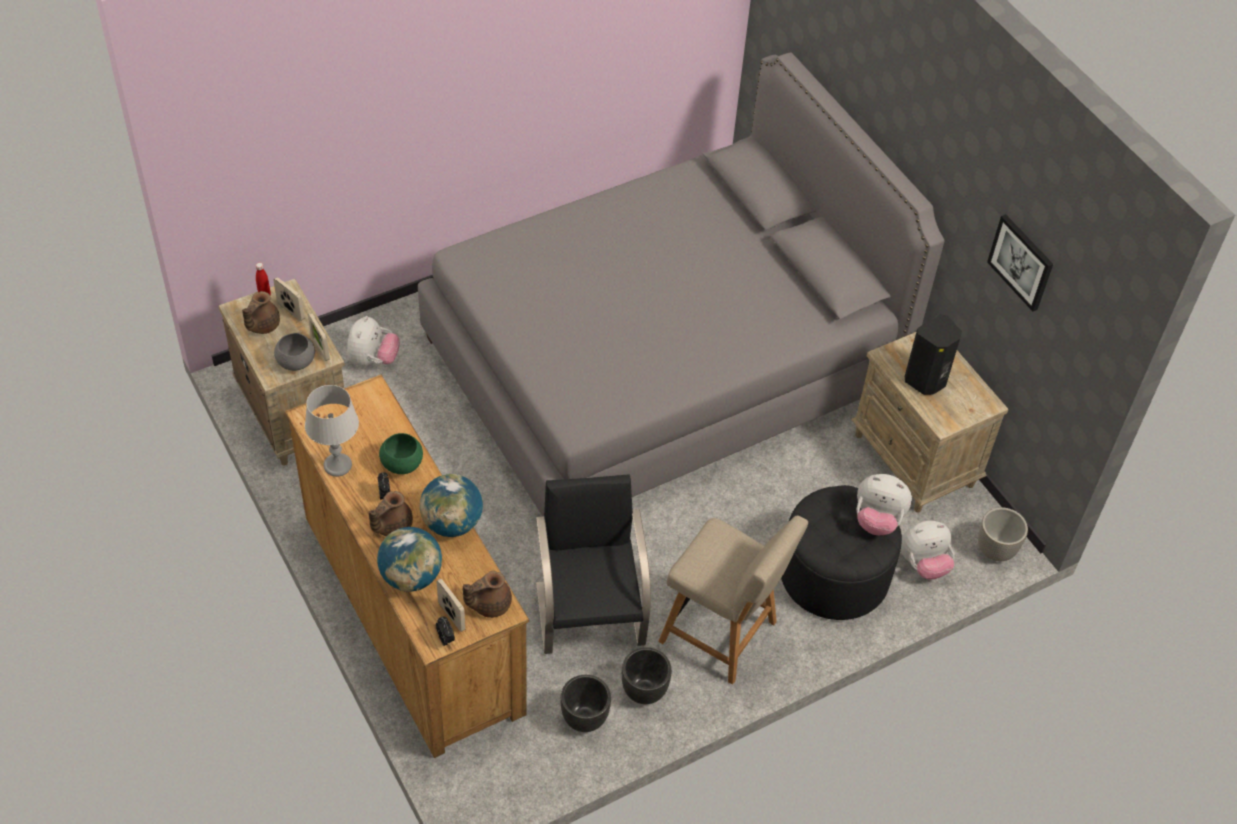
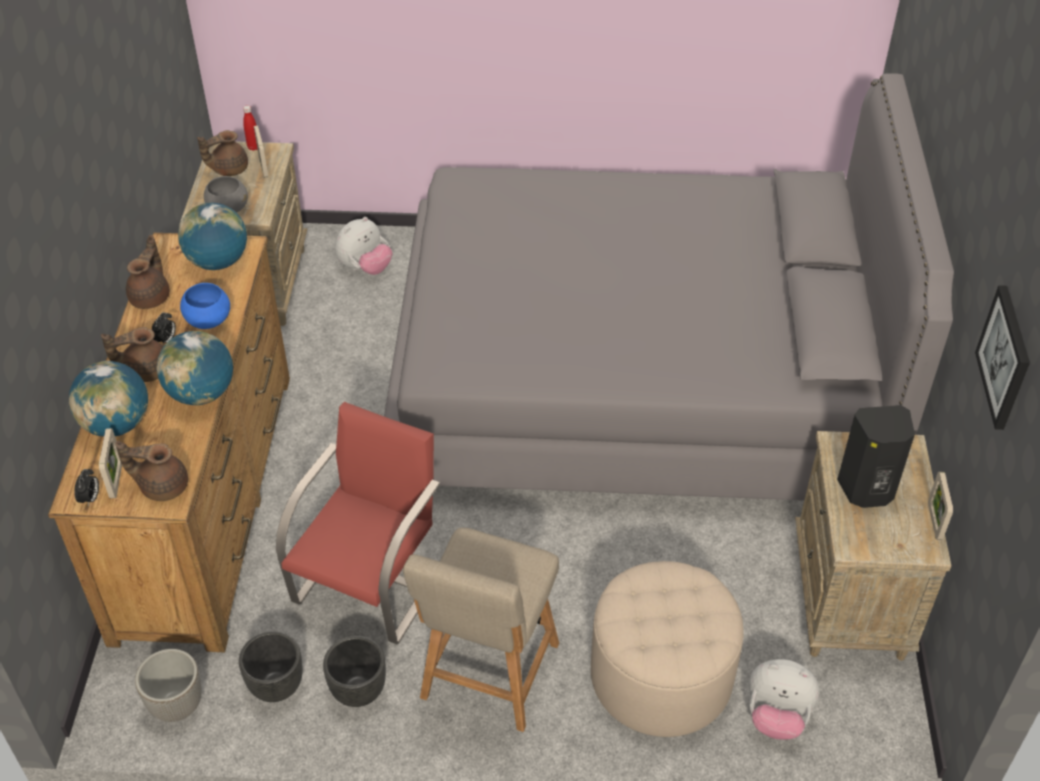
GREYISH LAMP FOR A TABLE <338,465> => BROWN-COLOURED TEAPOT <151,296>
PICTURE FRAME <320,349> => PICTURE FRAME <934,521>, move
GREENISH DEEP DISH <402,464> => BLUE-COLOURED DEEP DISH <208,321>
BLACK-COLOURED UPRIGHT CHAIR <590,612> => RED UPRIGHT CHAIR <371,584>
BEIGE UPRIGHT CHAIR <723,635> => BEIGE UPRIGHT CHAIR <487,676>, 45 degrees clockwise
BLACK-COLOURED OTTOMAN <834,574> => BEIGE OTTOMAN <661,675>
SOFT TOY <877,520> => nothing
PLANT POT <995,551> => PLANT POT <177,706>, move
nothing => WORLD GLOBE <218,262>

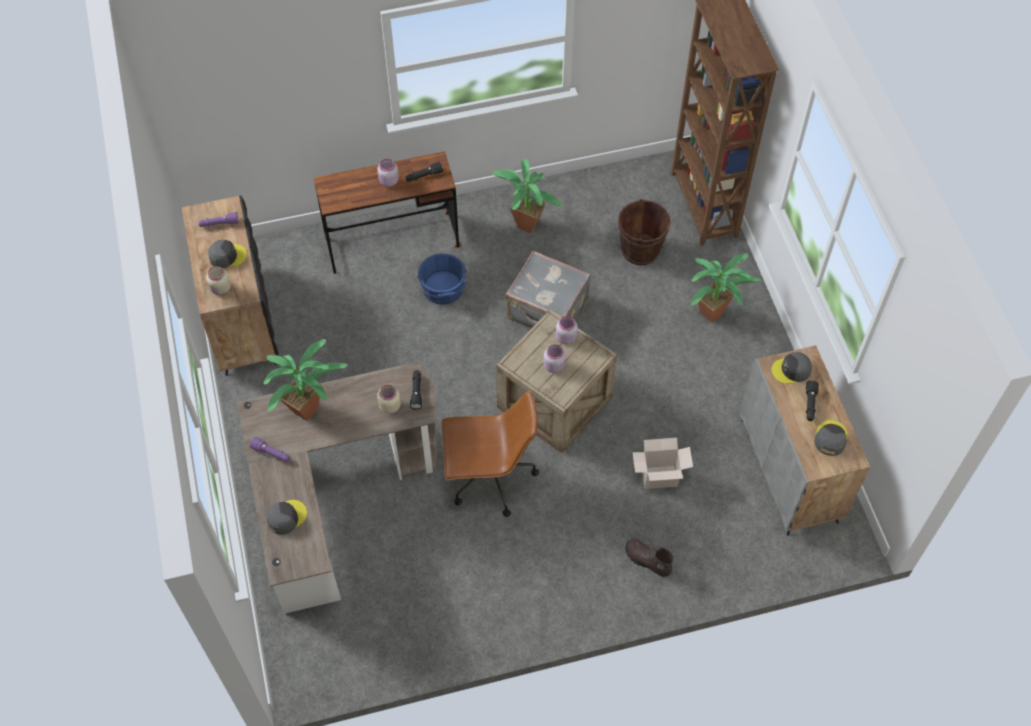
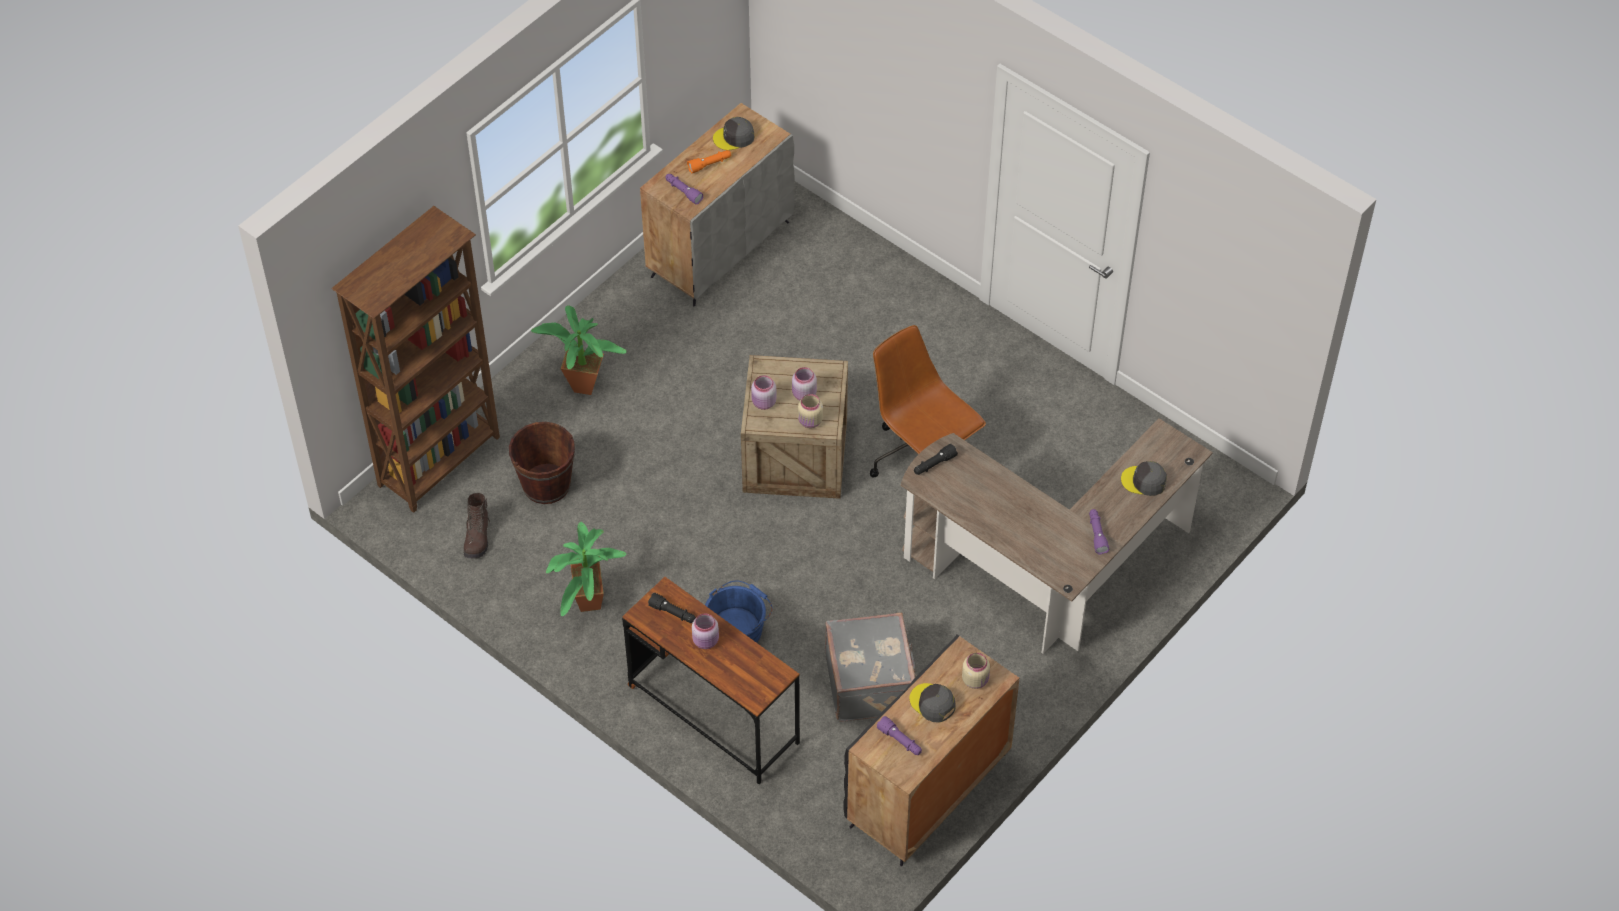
HOUSEPLANT <310,408> => nothing
BEIGE STORAGE JAR <389,406> => BEIGE STORAGE JAR <810,421>, move
GREYISH PIECE OF LUGGAGE <547,311> => GREYISH PIECE OF LUGGAGE <871,682>, move
BROWN-COLOURED BOOT <647,561> => BROWN-COLOURED BOOT <477,537>, move
CARDBOARD BOX <658,478> => nothing
GREYISH BASEBALL CAP <791,370> => PURPLISH TORCH <683,191>
BLACK-COLOURED TORCH <810,404> => ORANGE-COLOURED TORCH <710,164>

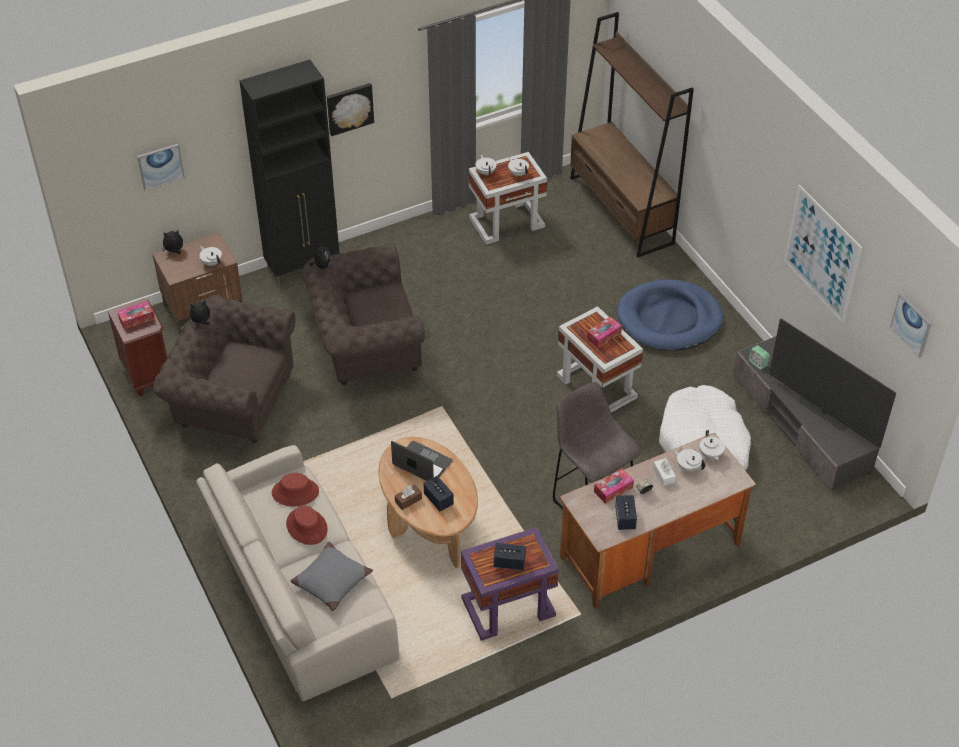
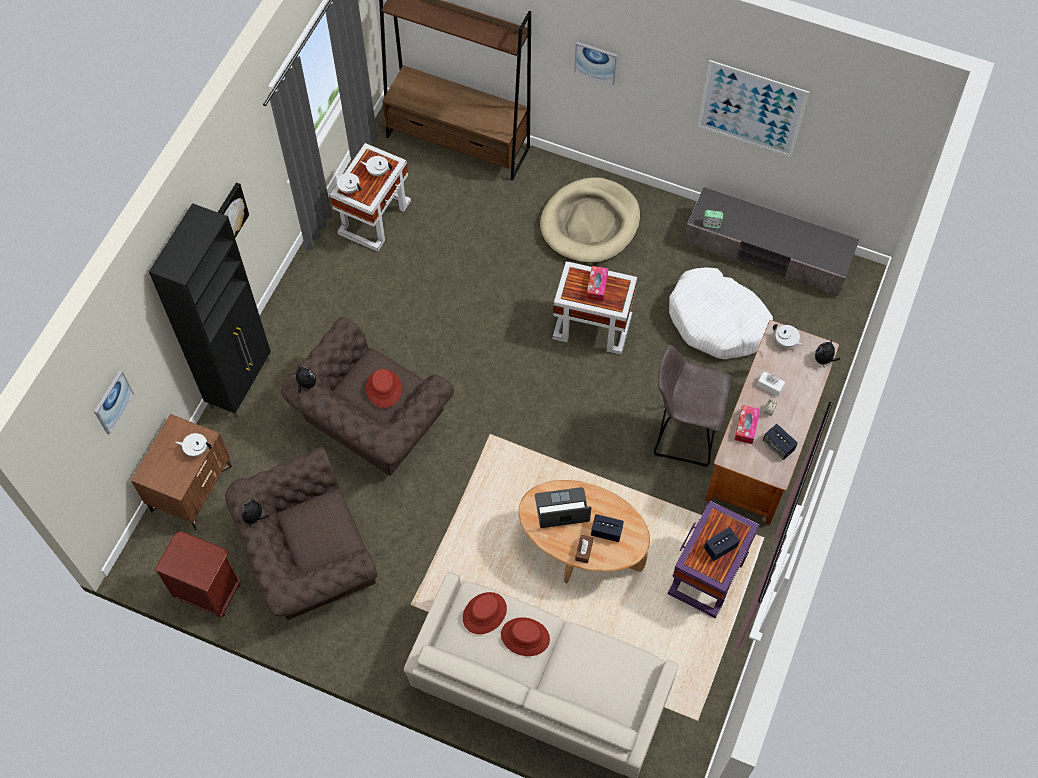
TISSUE HOLDER <136,319> => nothing
SOFT TOY <174,251> => SOFT TOY <824,360>, move
GREYISH CUSHION <331,581> => nothing
BLUE-COLOURED DOG BED <669,319> => BEIGE DOG BED <590,223>
WHITE-COLOURED TEAPOT <688,467> => nothing
TV SET <823,413> => nothing
PICTURE <911,324> => PICTURE <596,62>, move
nothing => RED CLOTHING HAT <383,389>

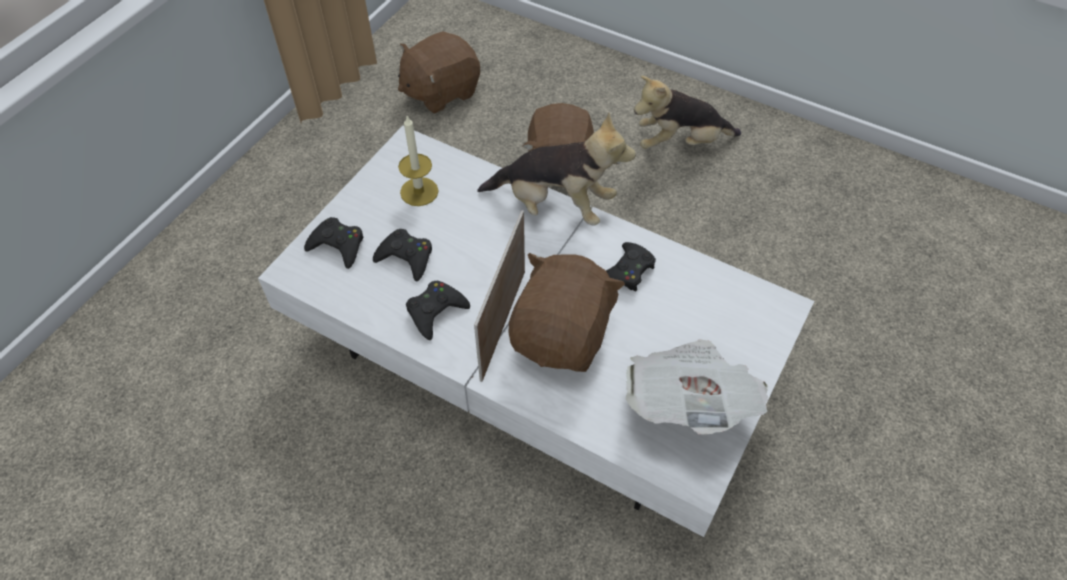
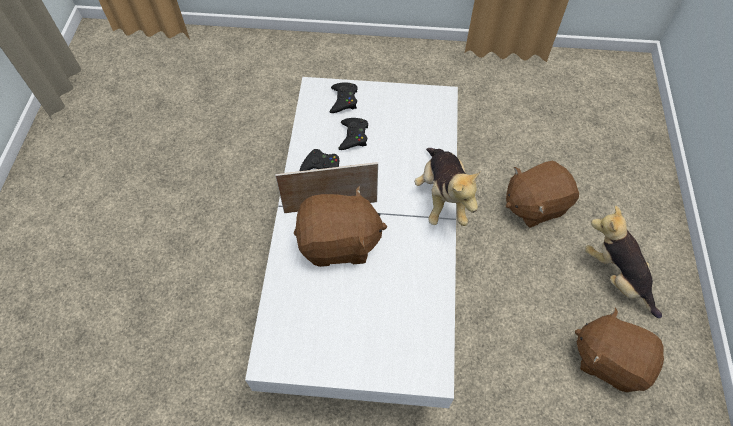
BROWN-COLOURED SOFT TOY <440,91> => BROWN-COLOURED SOFT TOY <609,359>, move
WAX LIGHT <419,191> => nothing
BLACK-COLOURED JOYPAD <627,271> => nothing
NEWSPAPER <688,401> => nothing

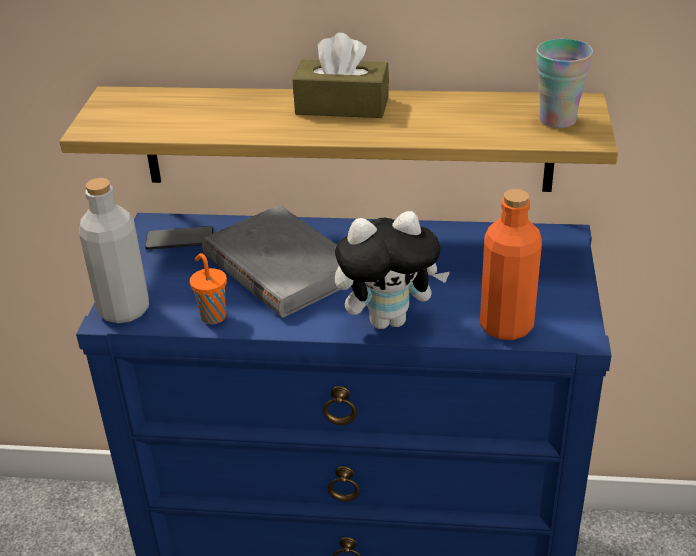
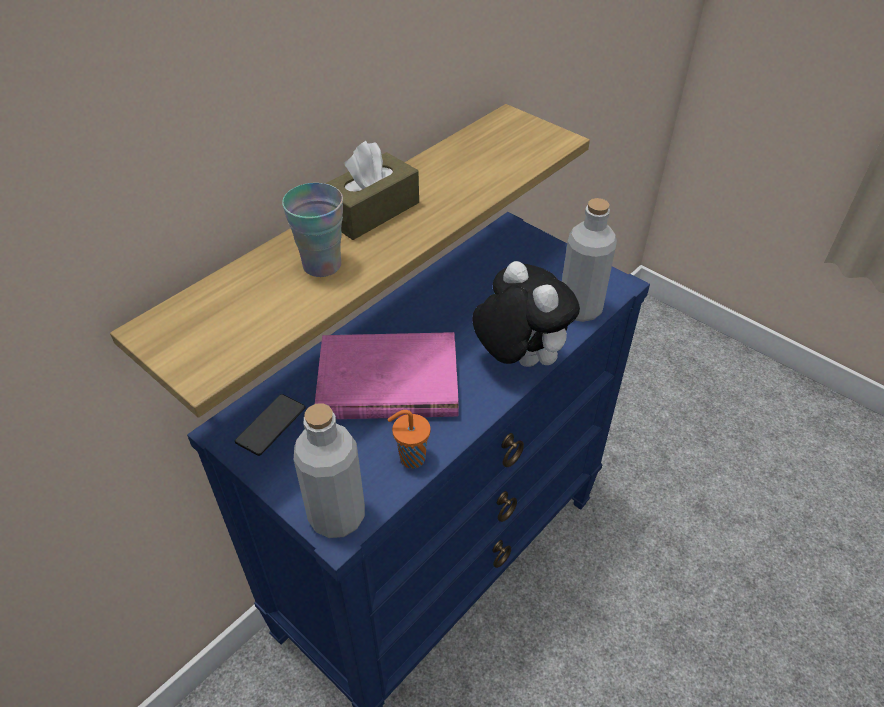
GREYISH BOOK <280,267> => PINK BOOK <387,383>
SOFT TOY <389,319> => SOFT TOY <518,359>, 60 degrees counterclockwise
ORANGE-COLOURED BOTTLE <506,326> => GREYISH BOTTLE <580,308>
DRINKING CUP <557,120> => DRINKING CUP <322,265>, move

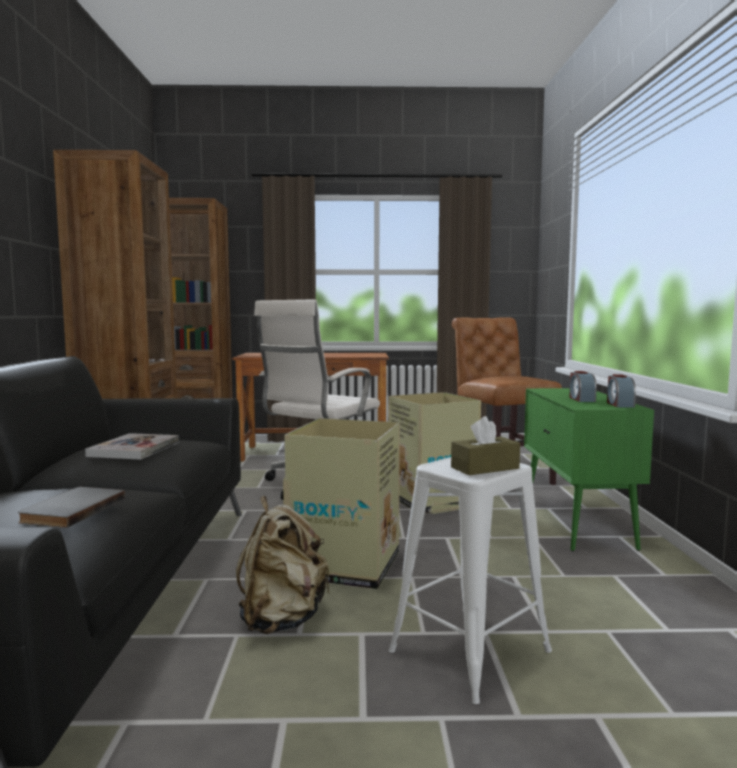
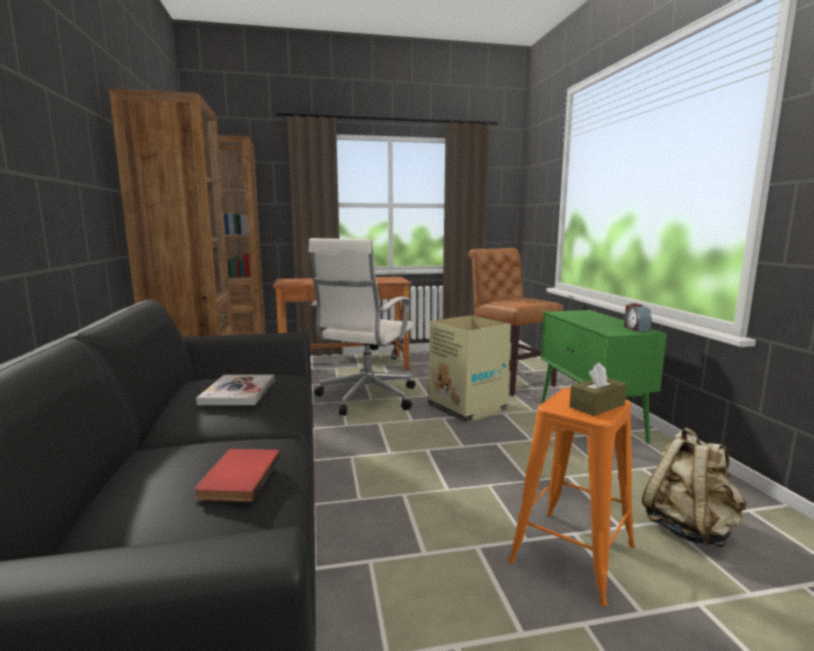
GREYISH BOOK <71,510> => RED BOOK <237,477>
BEIGE RUCKSACK <282,620> => BEIGE RUCKSACK <689,528>, move
CARDBOARD BOX <346,565> => nothing
WHITE-COLOURED SITTING STOOL <469,651> => ORANGE-COLOURED SITTING STOOL <572,553>
ALARM CLOCK <581,399> => nothing

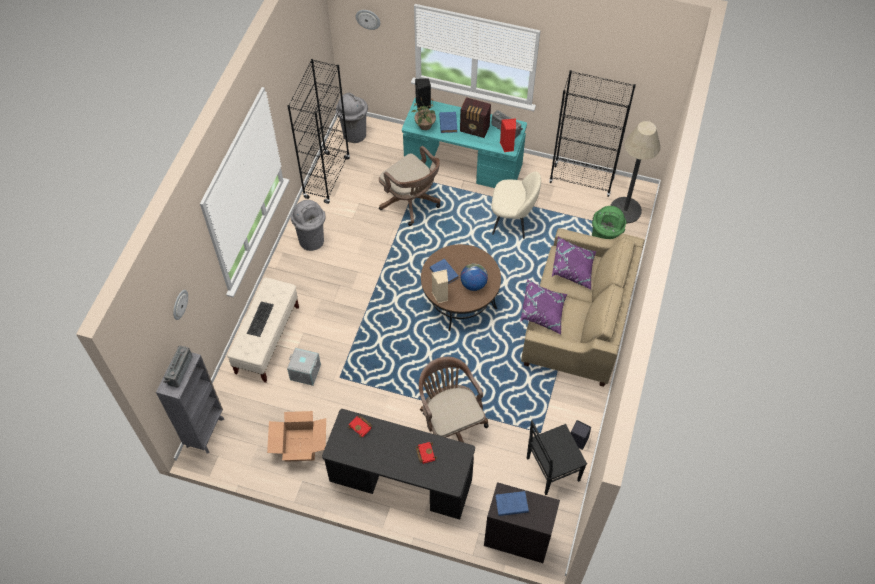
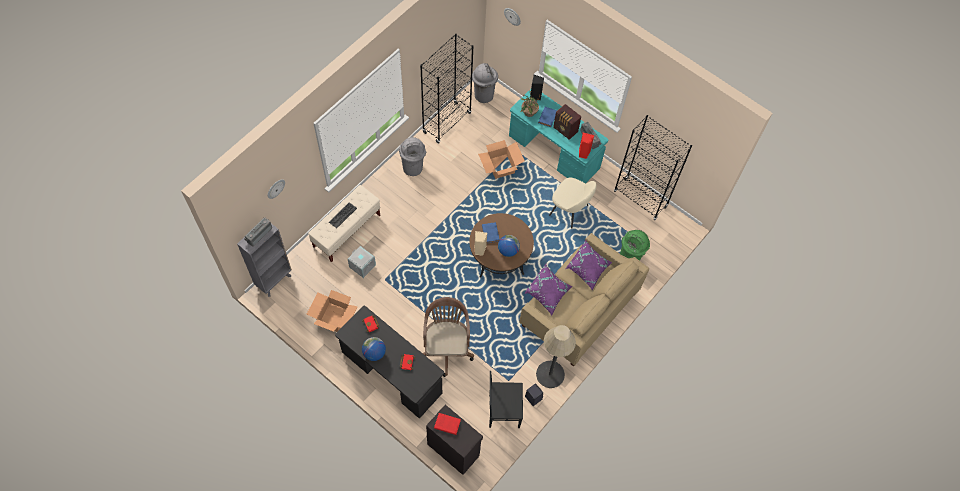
BROWN-COLOURED COMPUTER CHAIR <411,203> => CARDBOARD BOX <500,166>
BLUE-COLOURED BOOK <510,504> => RED BOOK <446,424>
FLOOR LAMP <625,210> => FLOOR LAMP <550,374>, move
nothing => WORLD GLOBE <374,353>

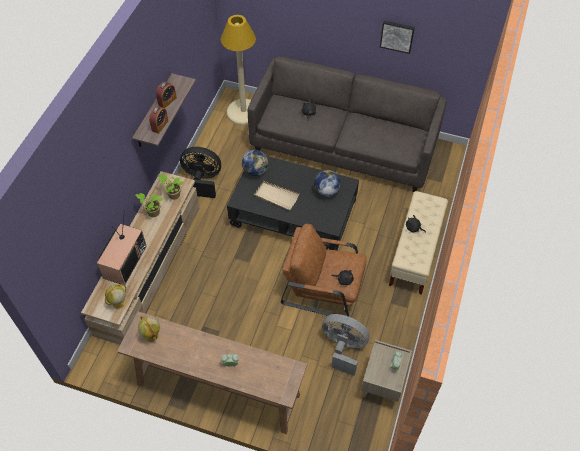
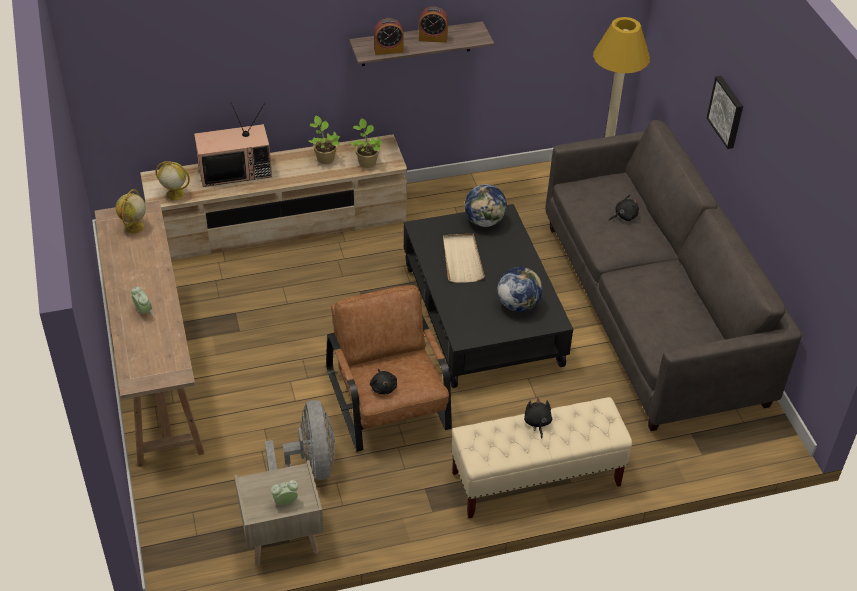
BLACK-COLOURED FAN <203,180> => nothing
PICTURE <397,36> => PICTURE <727,111>, move

